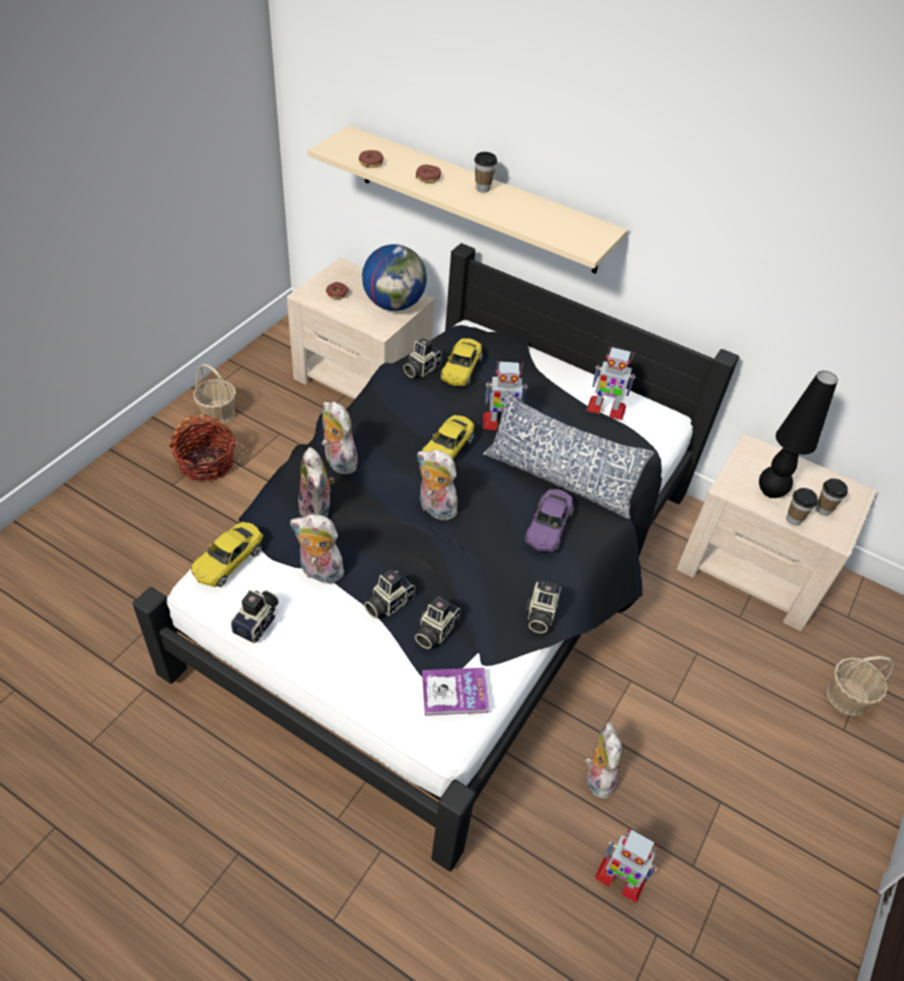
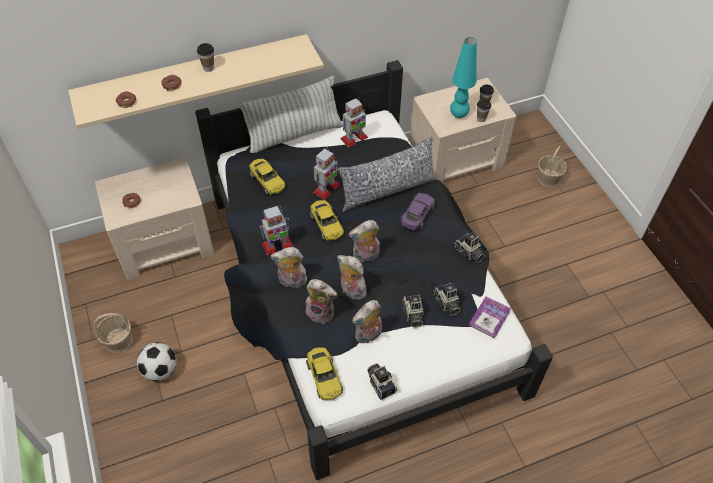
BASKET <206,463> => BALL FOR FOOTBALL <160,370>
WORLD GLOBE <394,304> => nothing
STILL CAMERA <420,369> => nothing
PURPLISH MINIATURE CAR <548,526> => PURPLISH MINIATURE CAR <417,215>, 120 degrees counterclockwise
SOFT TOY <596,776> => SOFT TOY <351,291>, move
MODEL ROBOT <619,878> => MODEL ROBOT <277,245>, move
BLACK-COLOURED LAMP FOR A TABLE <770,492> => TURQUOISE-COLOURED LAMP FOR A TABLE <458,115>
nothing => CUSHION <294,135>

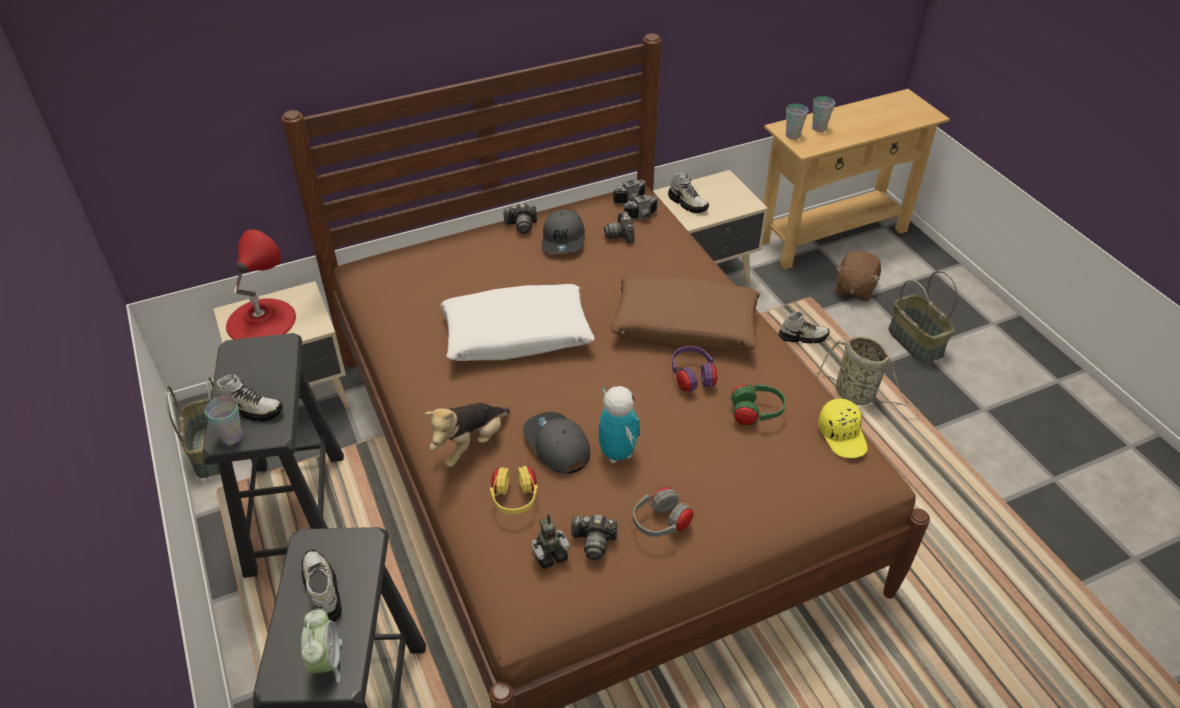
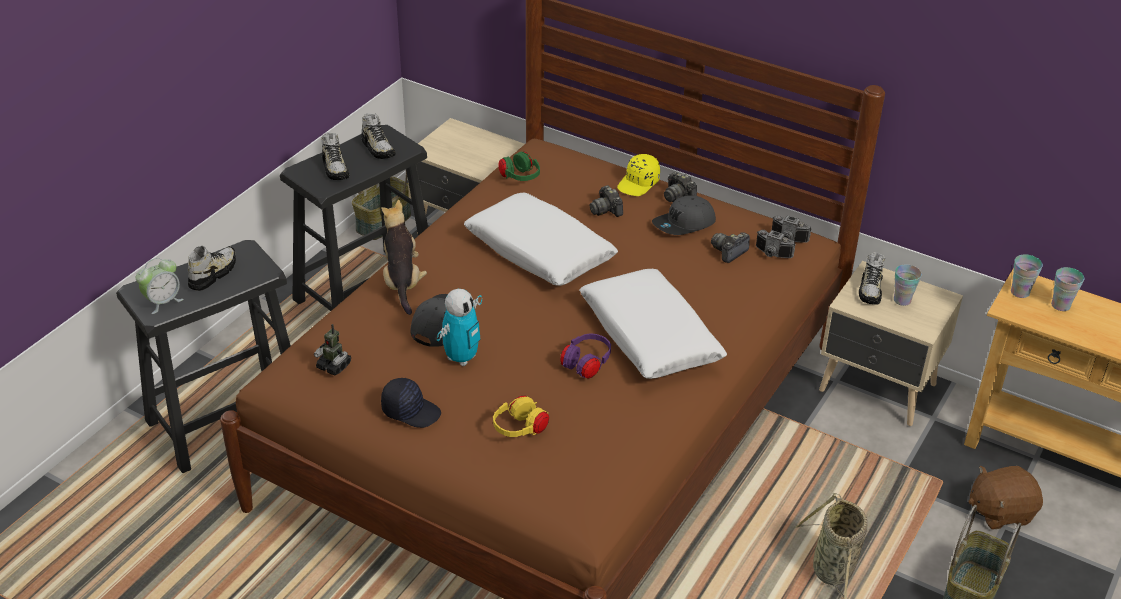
DRINKING CUP <232,436> => DRINKING CUP <902,300>, move
RED LAMP FOR A TABLE <261,320> => nothing
SOFT TOY <470,444> => SOFT TOY <402,282>, 75 degrees clockwise
YELLOW PAIR OF HEADPHONES <515,499> => YELLOW PAIR OF HEADPHONES <520,429>, move
STILL CAMERA <594,542> => STILL CAMERA <606,210>, move
BROWN-COLOURED CUSHION <685,325> => WHITE-COLOURED CUSHION <649,336>
GREYISH PAIR OF HEADPHONES <661,523> => BLACK-COLOURED BASEBALL CAP <411,410>
GREENISH PAIR OF HEADPHONES <755,414> => GREENISH PAIR OF HEADPHONES <520,178>, move
LOW SHOE <802,337> => LOW SHOE <378,148>, move
YELLOW BASEBALL CAP <843,435> => YELLOW BASEBALL CAP <639,183>, move

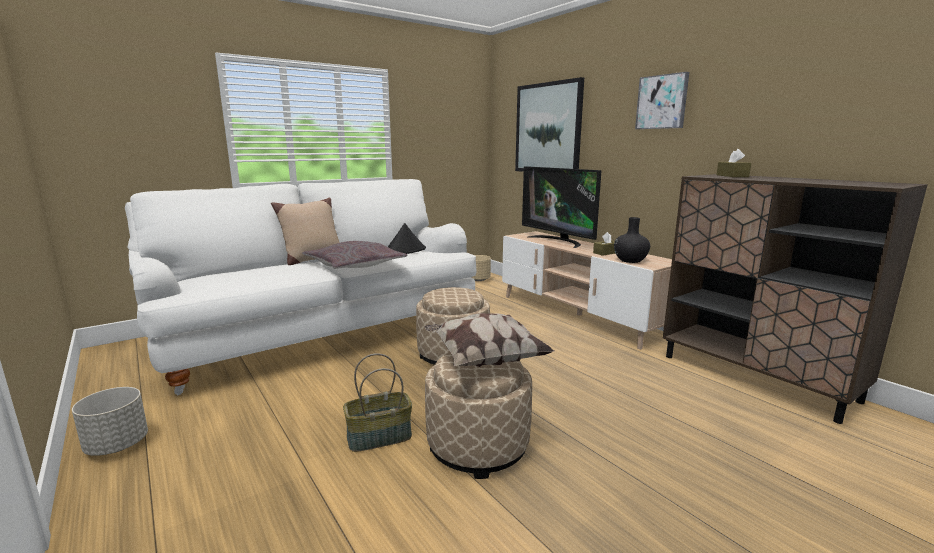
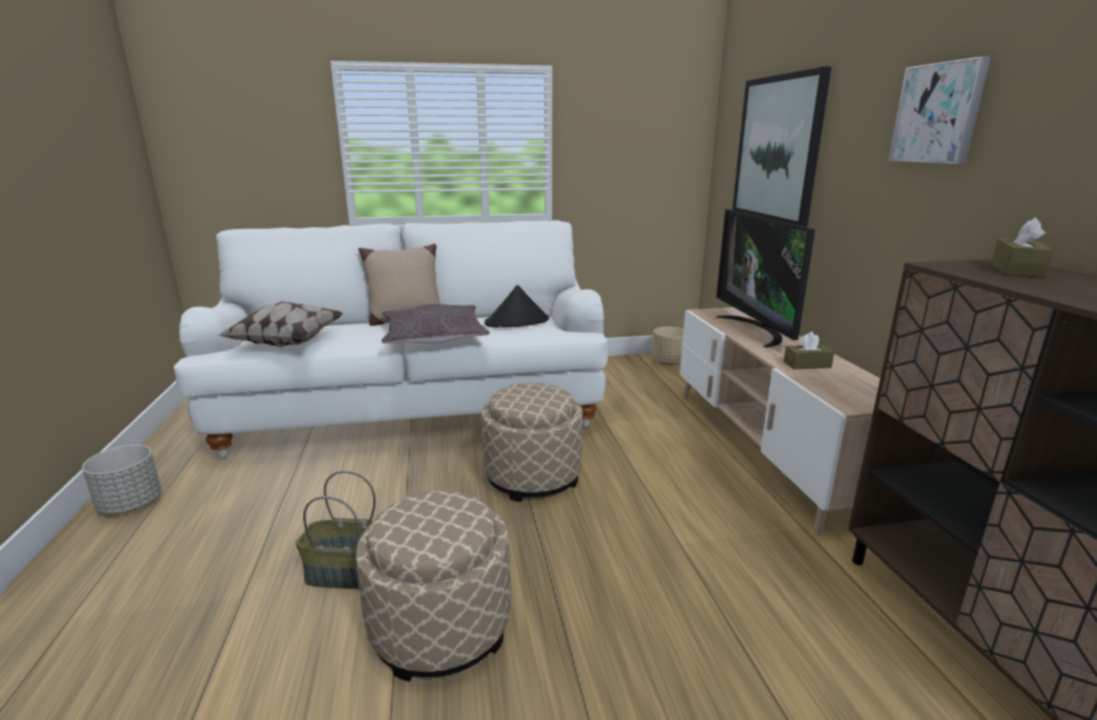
CUSHION <484,359> => CUSHION <287,343>, move
BLACK-COLOURED VASE <630,260> => nothing

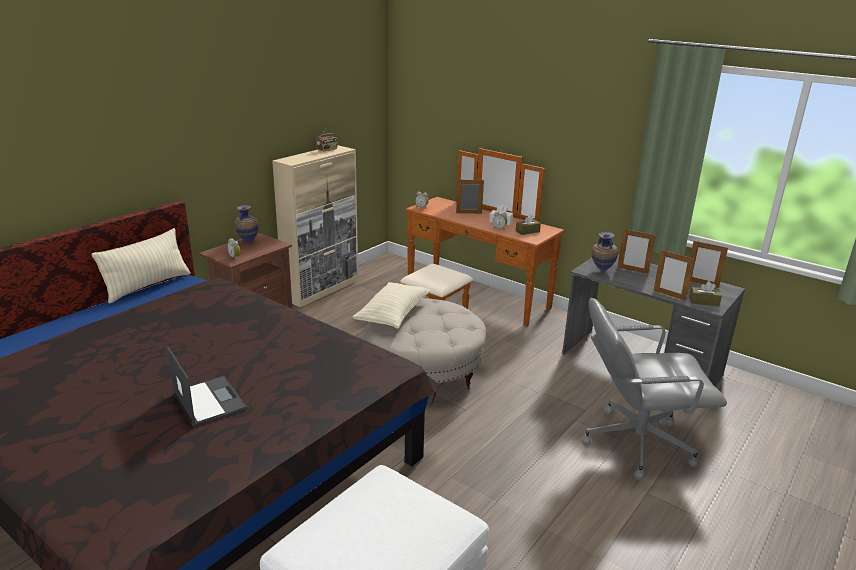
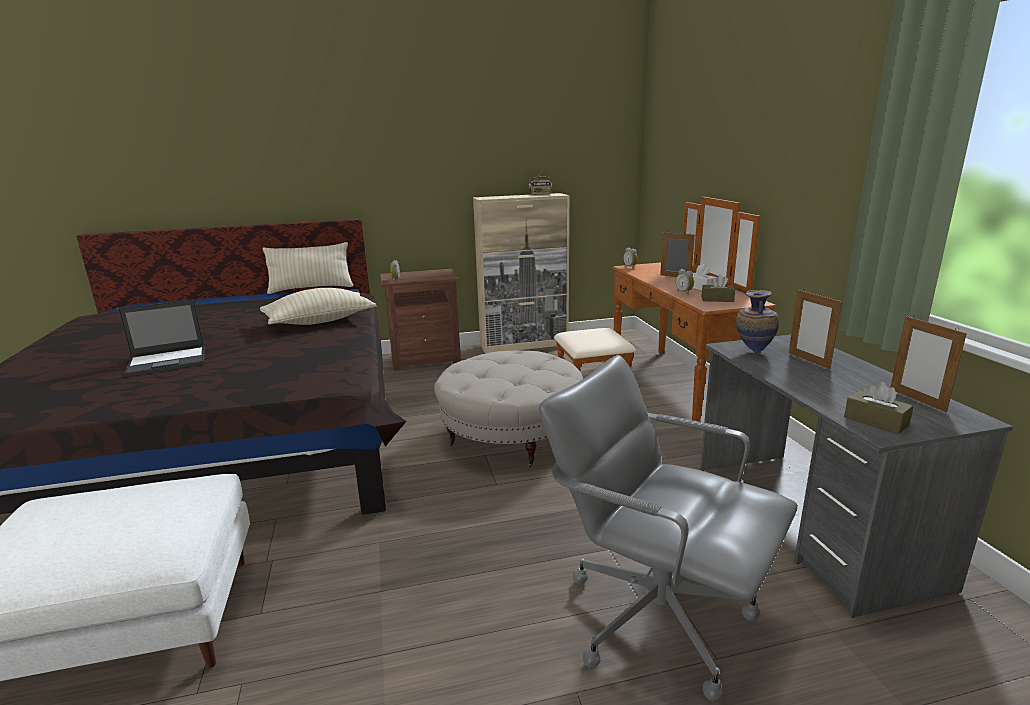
PORTABLE COMPUTER <208,401> => PORTABLE COMPUTER <168,361>, 60 degrees clockwise
VASE <248,242> => nothing
BEIGE CUSHION <393,315> => BEIGE CUSHION <320,321>, move
PICTURE FRAME <669,295> => nothing

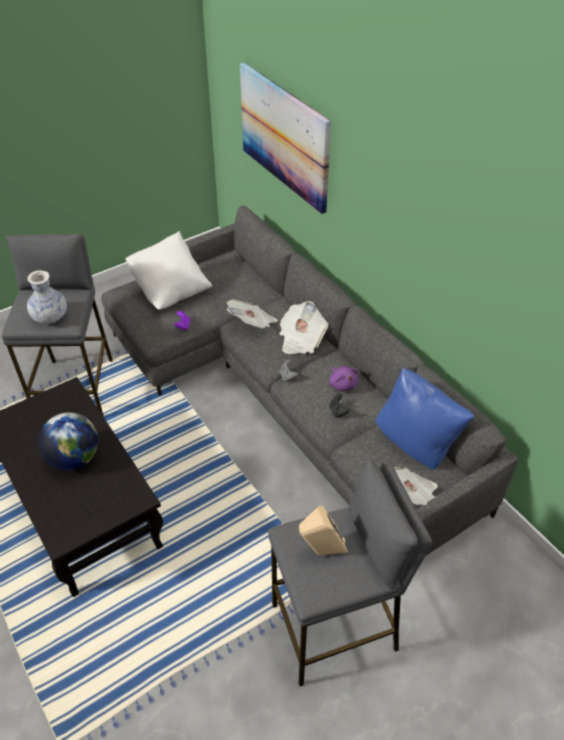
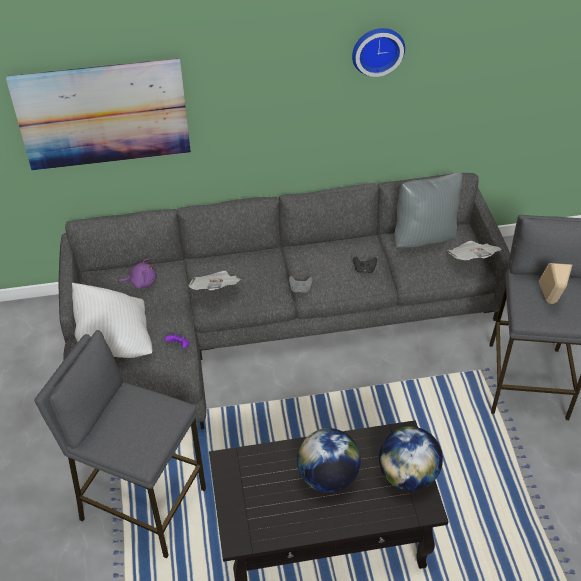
VASE <50,317> => nothing
NEWSPAPER <301,339> => nothing
PURPLISH SOFT TOY <342,384> => PURPLISH SOFT TOY <141,282>, move
BLUE-COLOURED CUSHION <416,445> => GREYISH CUSHION <424,237>
nothing => WALL CLOCK <377,49>
nothing => WORLD GLOBE <408,475>

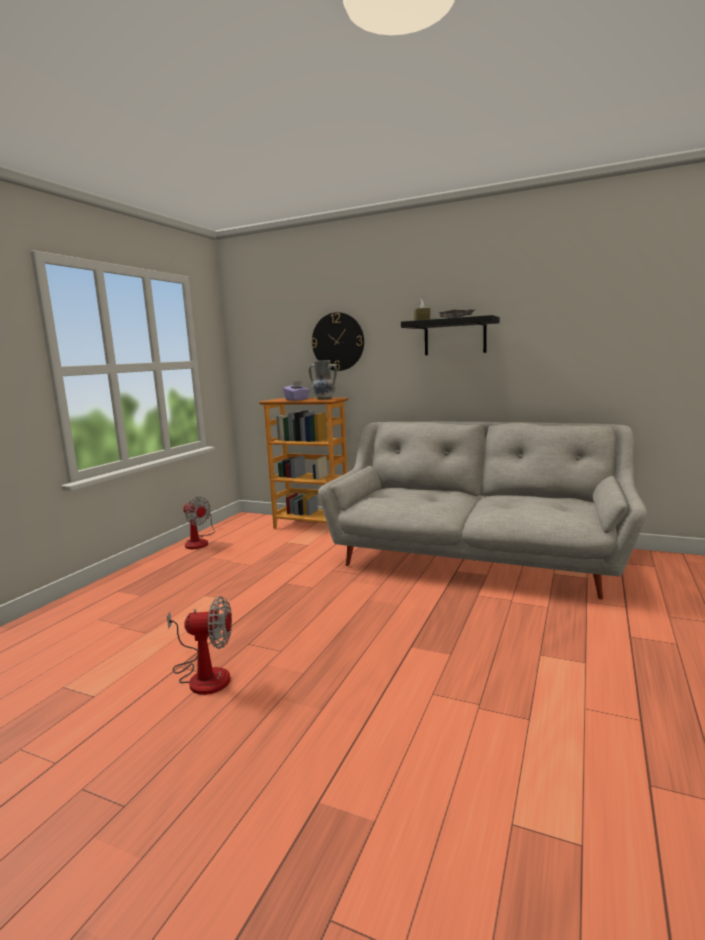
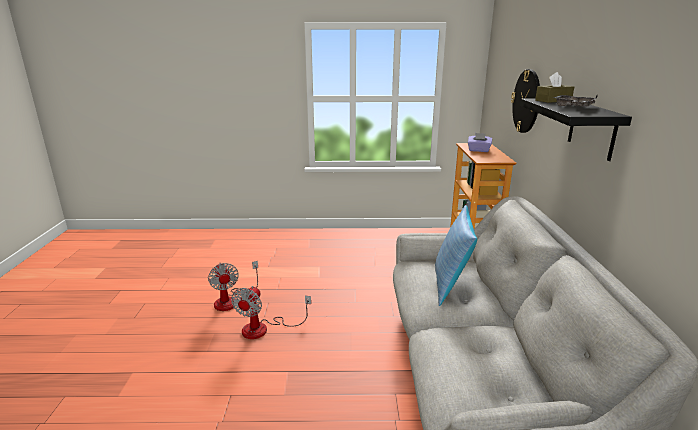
FAN <199,541> => FAN <264,328>, move
VASE <324,399> => nothing
nothing => CUSHION <451,285>

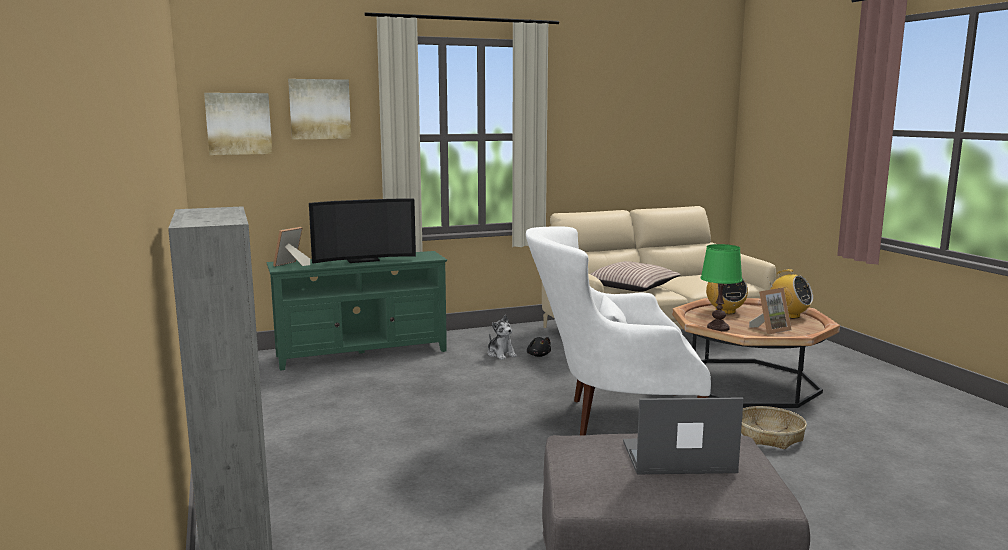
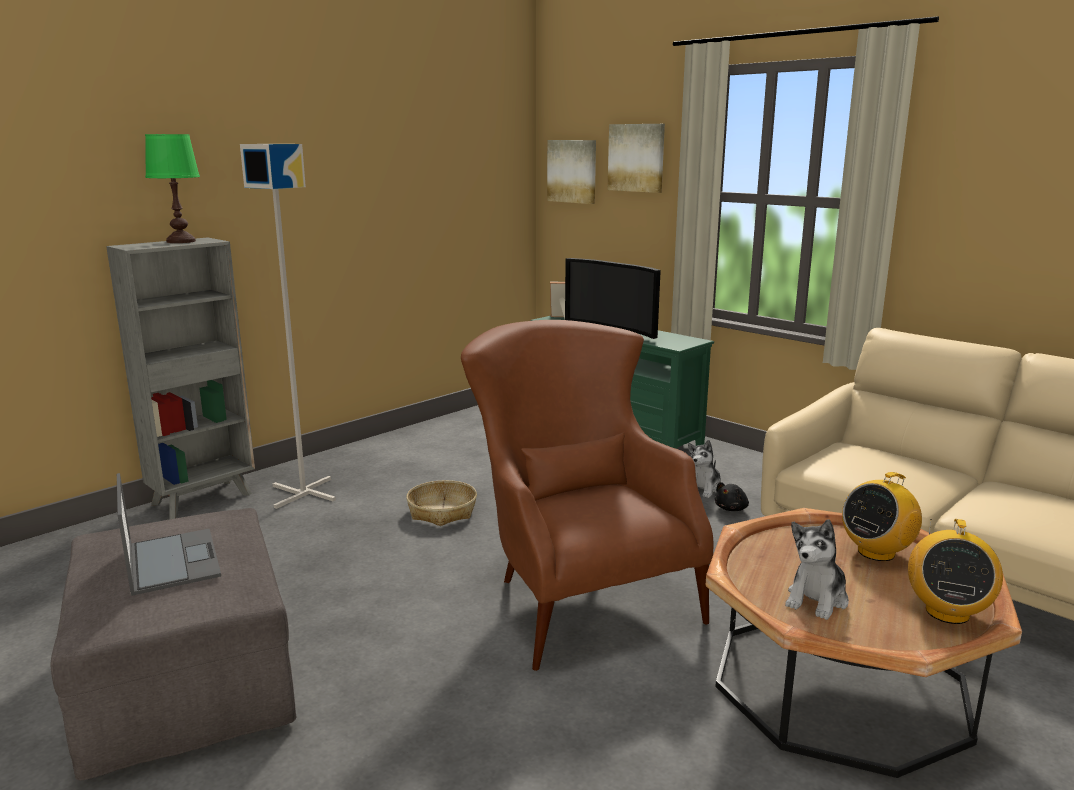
WHITE-COLOURED ARMCHAIR <612,417> => BROWN-COLOURED ARMCHAIR <576,591>
CUSHION <631,287> => nothing
GREENISH LAMP FOR A TABLE <718,328> => GREENISH LAMP FOR A TABLE <181,241>, move
BASKET <769,436> => BASKET <442,511>, move
PICTURE FRAME <770,330> => SOFT TOY <817,599>
nothing => GREYISH FLOOR LAMP <304,492>

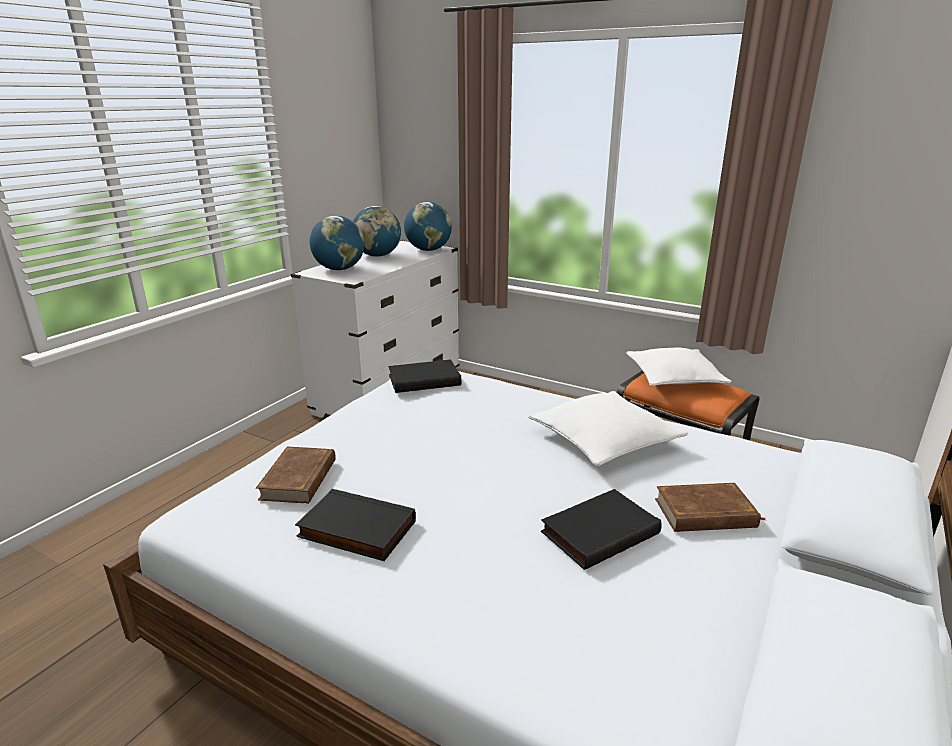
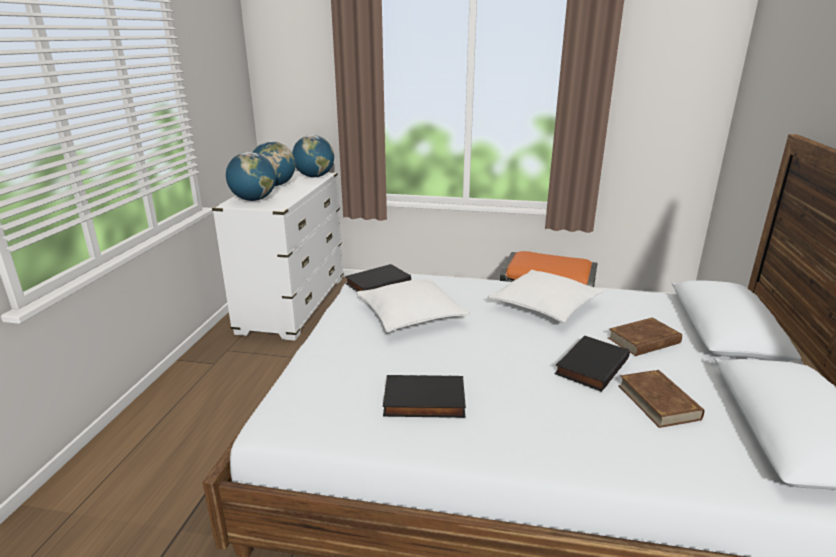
BROWN-COLOURED BOOK <299,479> => BROWN-COLOURED BOOK <658,402>, move
WHITE-COLOURED CUSHION <674,378> => WHITE-COLOURED CUSHION <410,315>, move

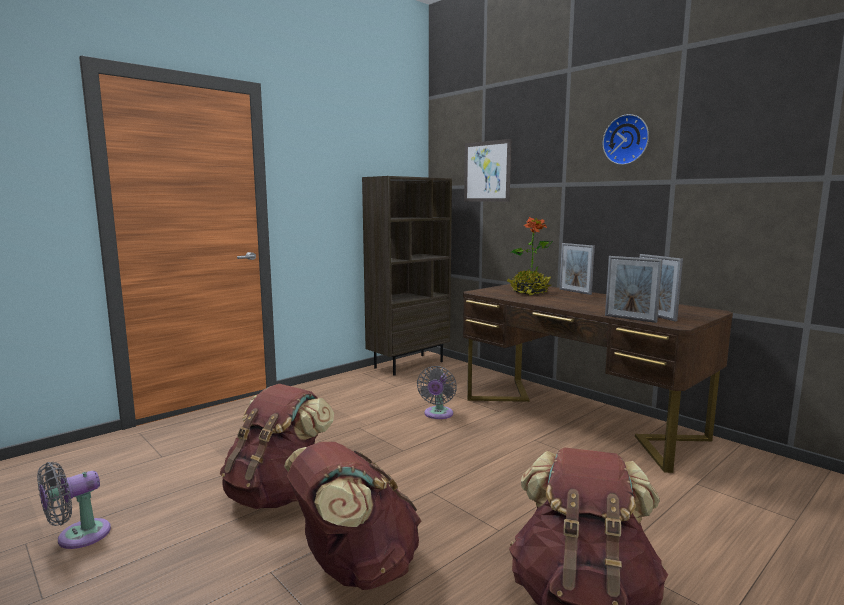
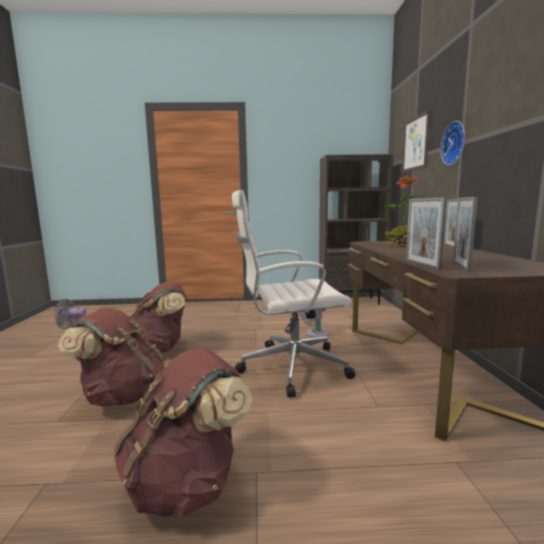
WALL CLOCK <627,140> => WALL CLOCK <455,143>, move
nothing => WHITE-COLOURED COMPUTER CHAIR <290,367>

